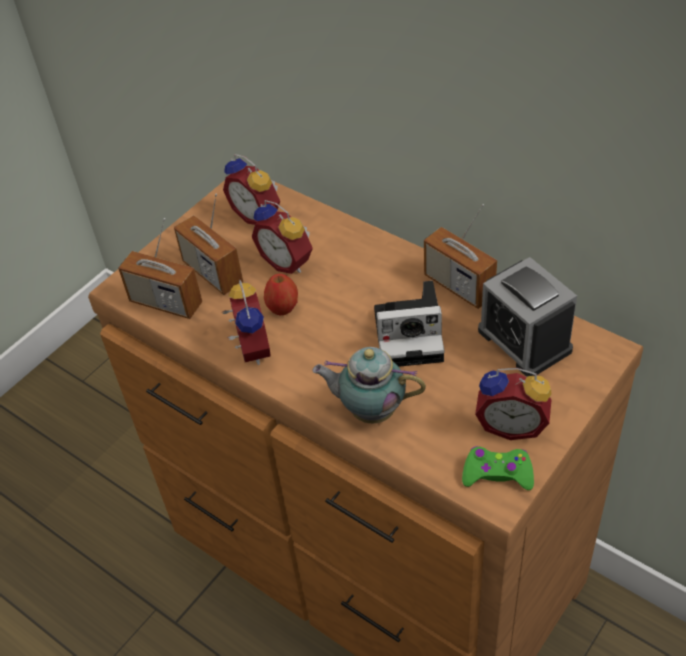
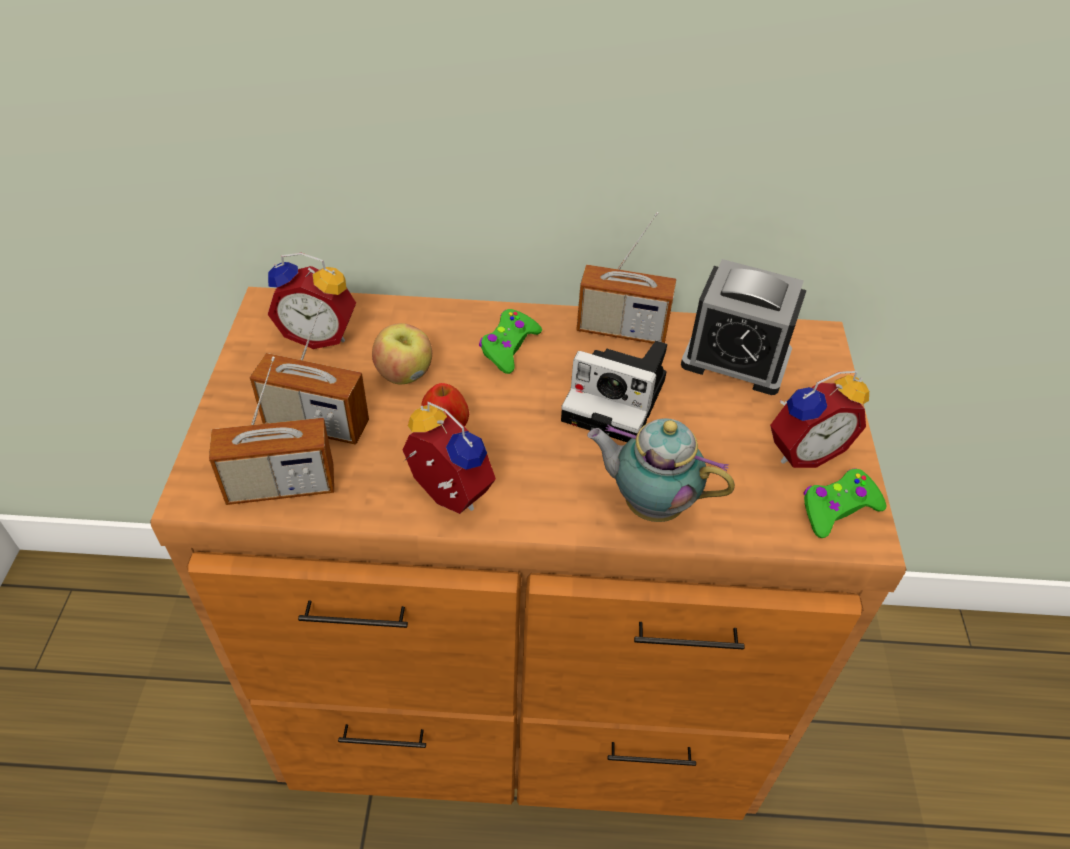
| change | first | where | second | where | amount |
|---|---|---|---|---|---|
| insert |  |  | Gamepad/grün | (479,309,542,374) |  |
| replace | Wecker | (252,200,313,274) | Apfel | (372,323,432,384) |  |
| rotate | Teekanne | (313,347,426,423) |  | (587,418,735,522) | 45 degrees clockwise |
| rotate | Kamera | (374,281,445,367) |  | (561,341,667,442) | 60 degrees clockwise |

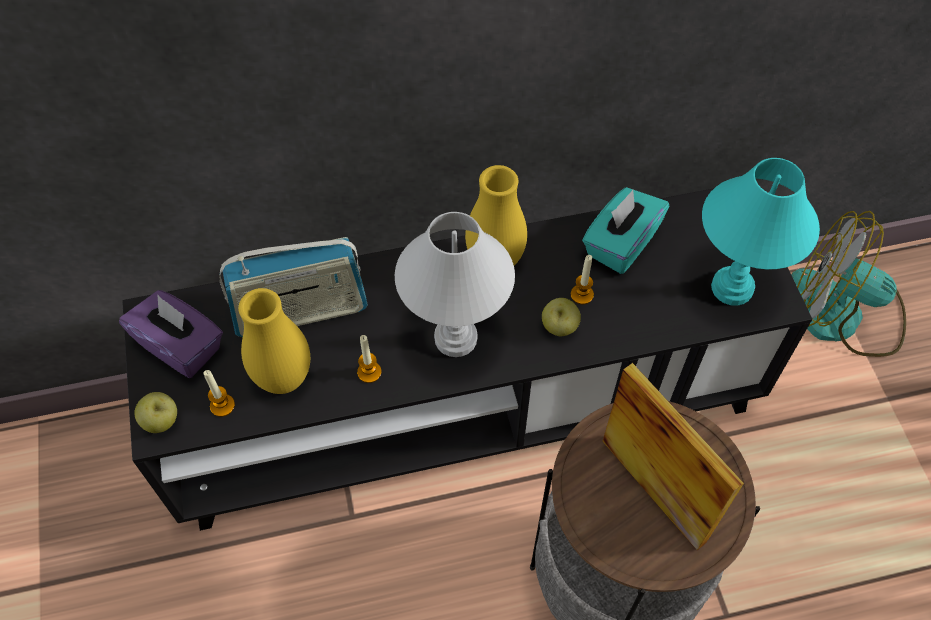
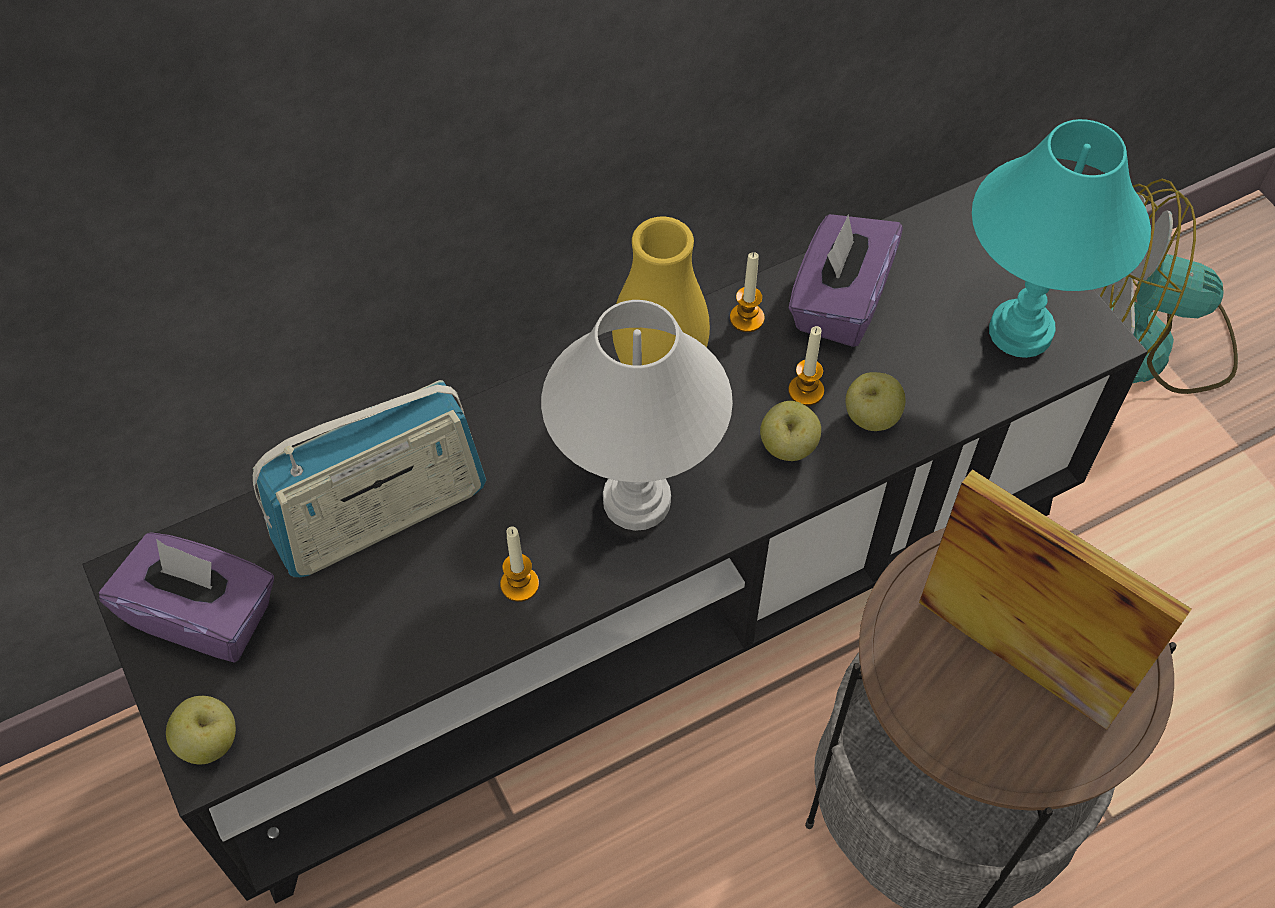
| change | first | where | second | where | amount |
|---|---|---|---|---|---|
| delete | Vase/gelb | (238,288,310,394) |  |  |  |
| insert |  |  | Apfel | (845,372,905,431) |  |
| move | Kerze | (203,370,235,417) |  | (730,252,765,332) |  |
| recolor | Taschentuchbox/türkis | (582,187,669,274) | Taschentuchbox/lila | (789,214,903,347) |  |

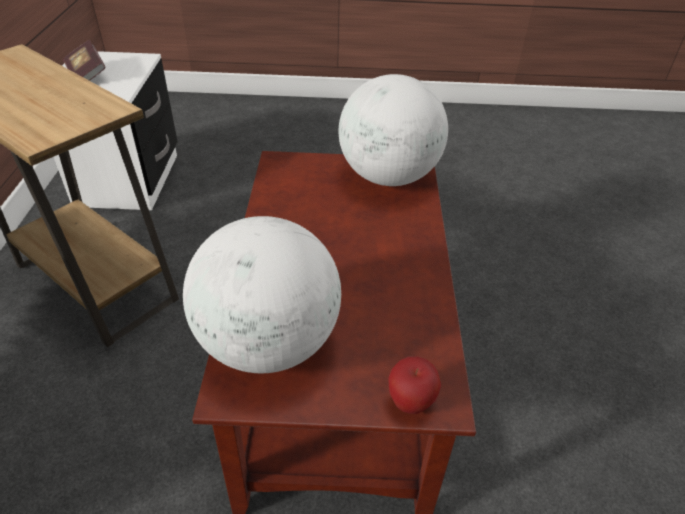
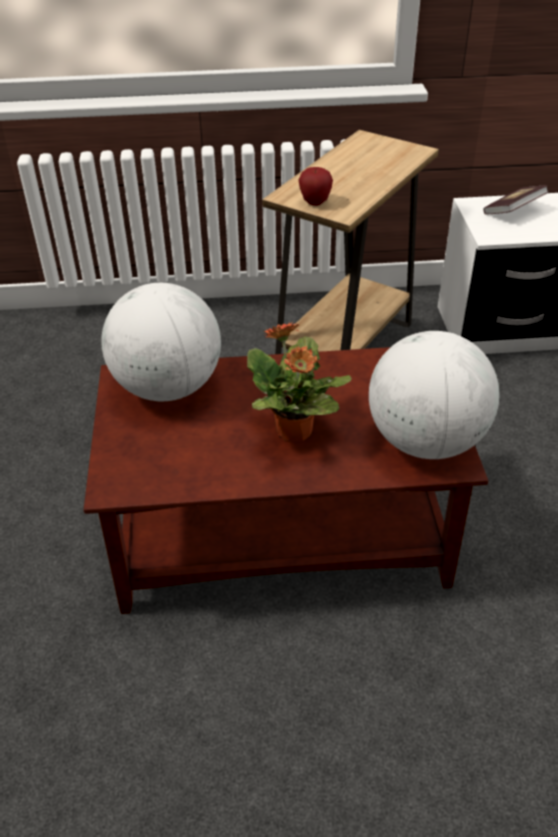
| change | first | where | second | where | amount |
|---|---|---|---|---|---|
| insert |  |  | Topfpflanze | (247,323,352,442) |  |
| move | Apfel | (389,356,441,414) |  | (298,167,333,206) |  |

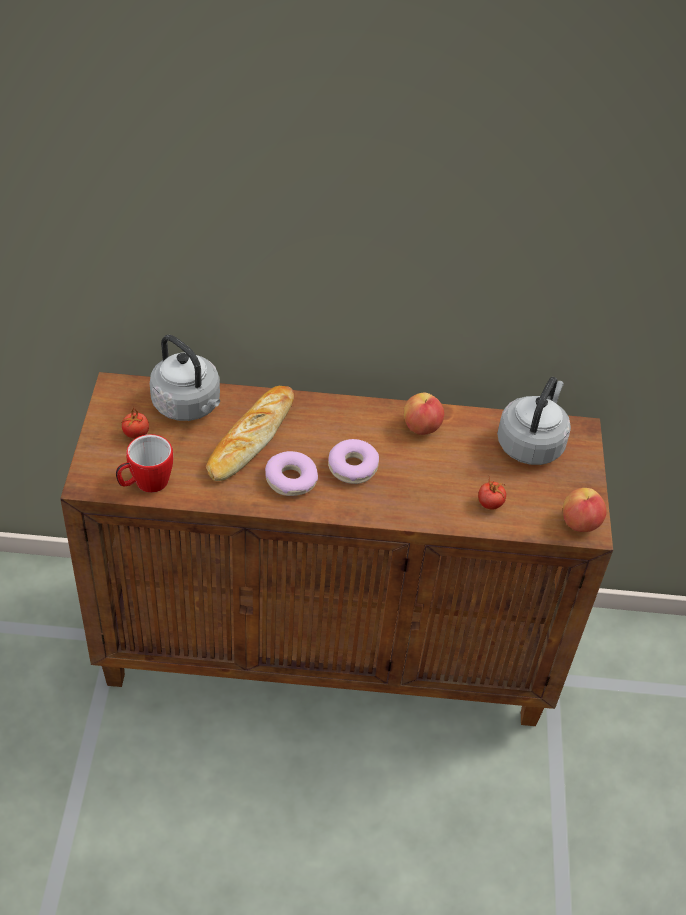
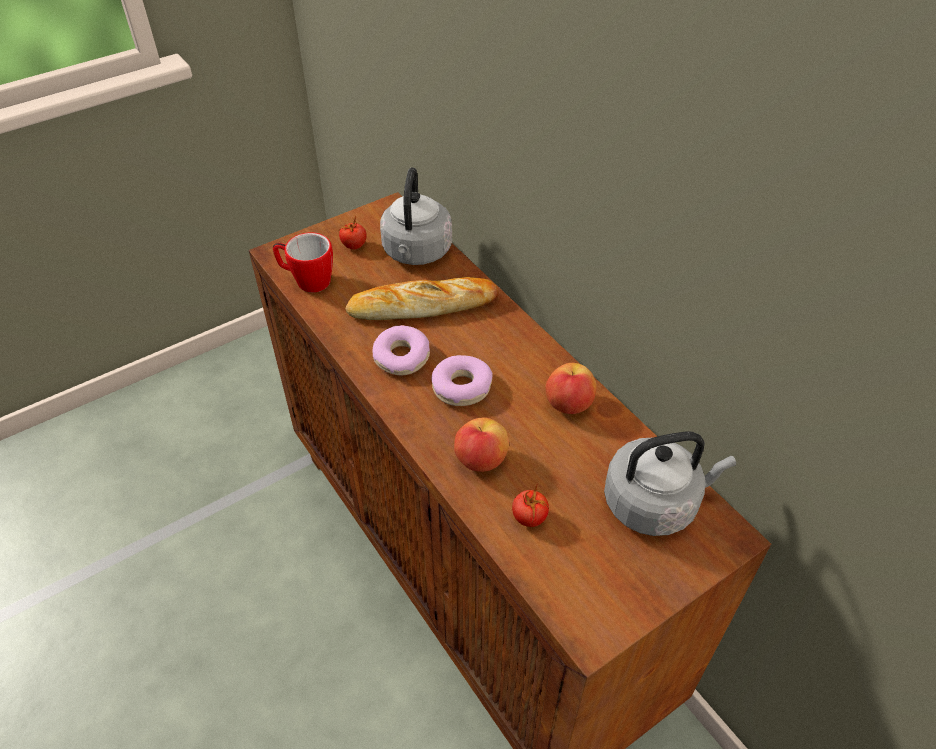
| change | first | where | second | where | amount |
|---|---|---|---|---|---|
| move | Apfel | (563,488,607,532) |  | (454,417,509,472) |  |

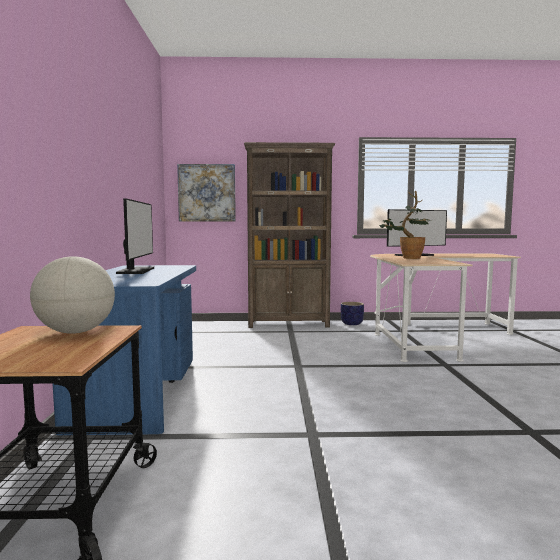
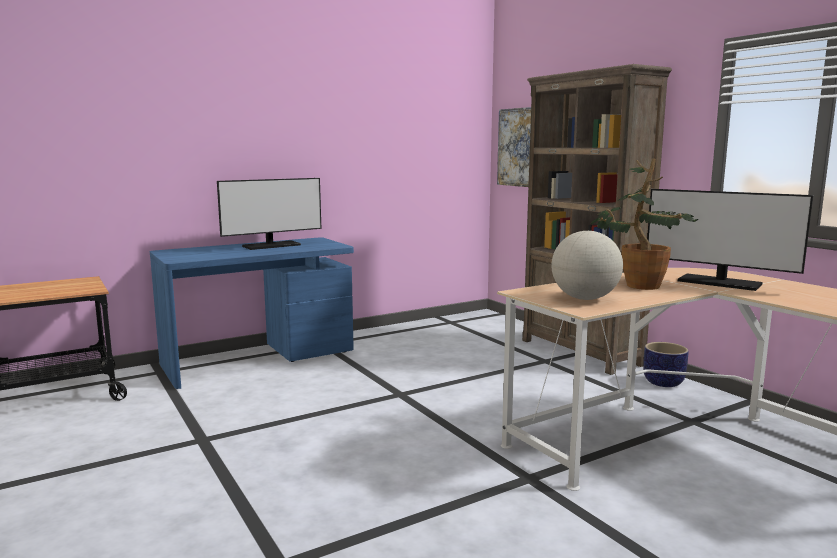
| change | first | where | second | where | amount |
|---|---|---|---|---|---|
| move | Globus | (30,256,115,334) |  | (551,231,623,300) |  |

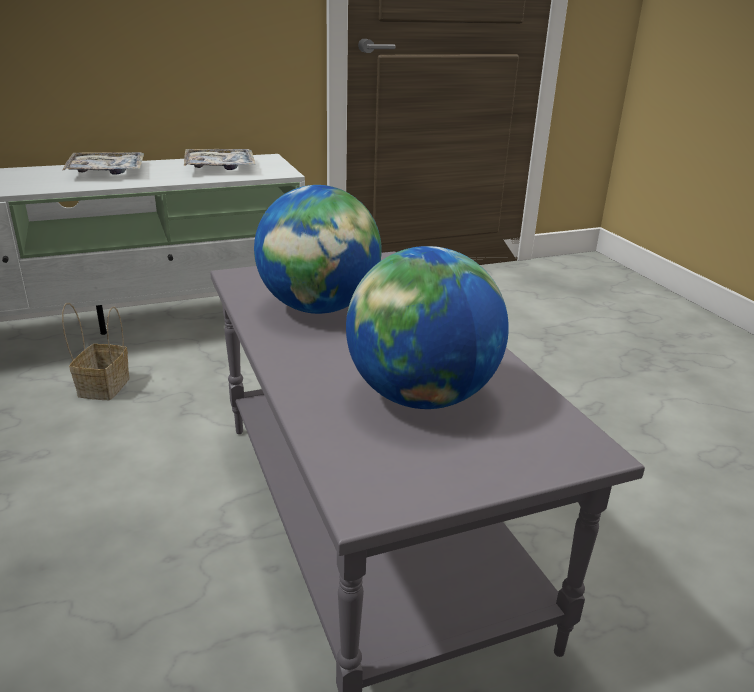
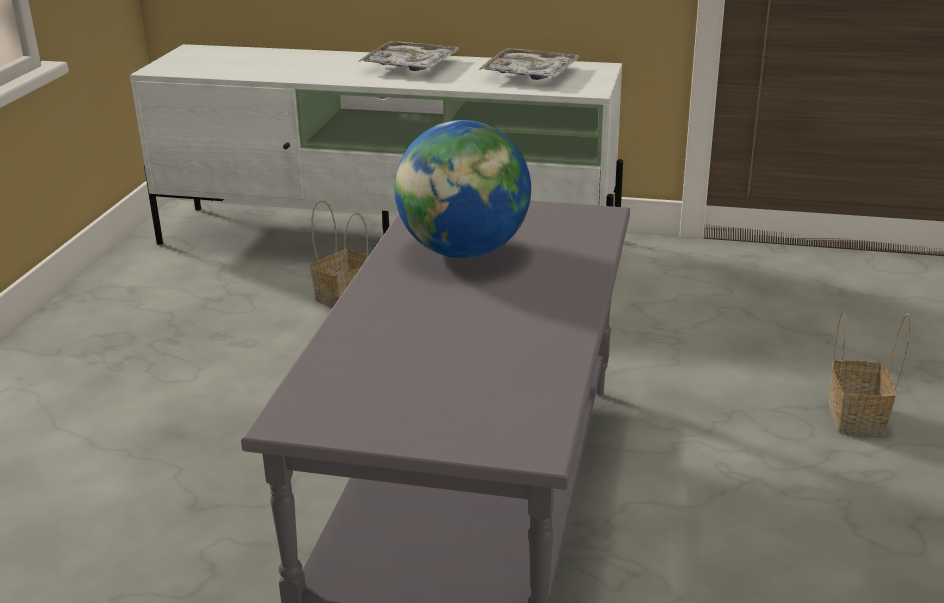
| change | first | where | second | where | amount |
|---|---|---|---|---|---|
| delete | Globus | (346,246,509,409) |  |  |  |
| insert |  |  | Korb | (828,311,911,435) |  |

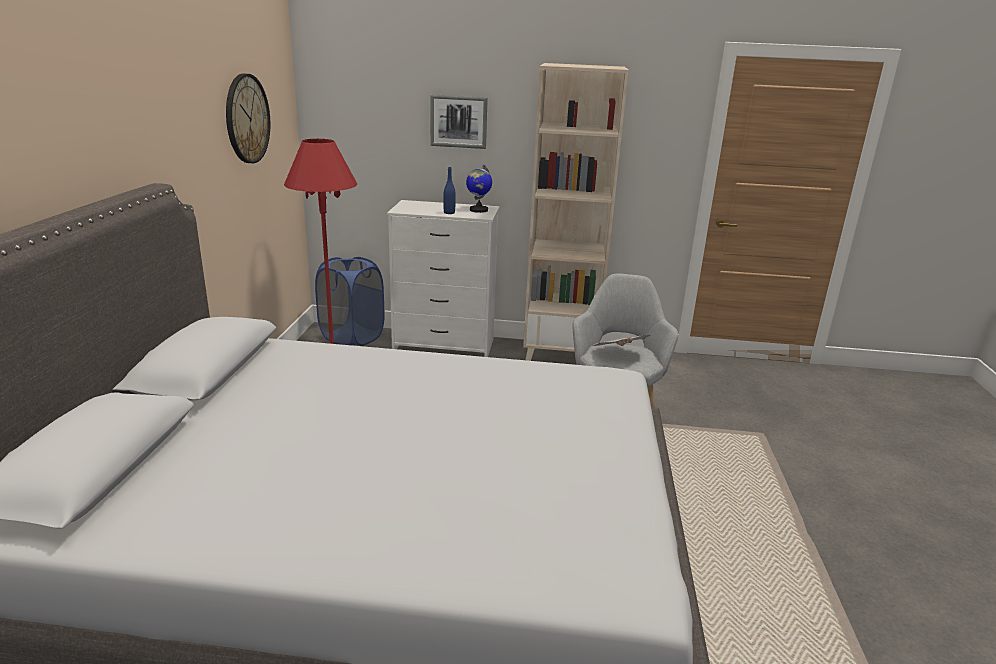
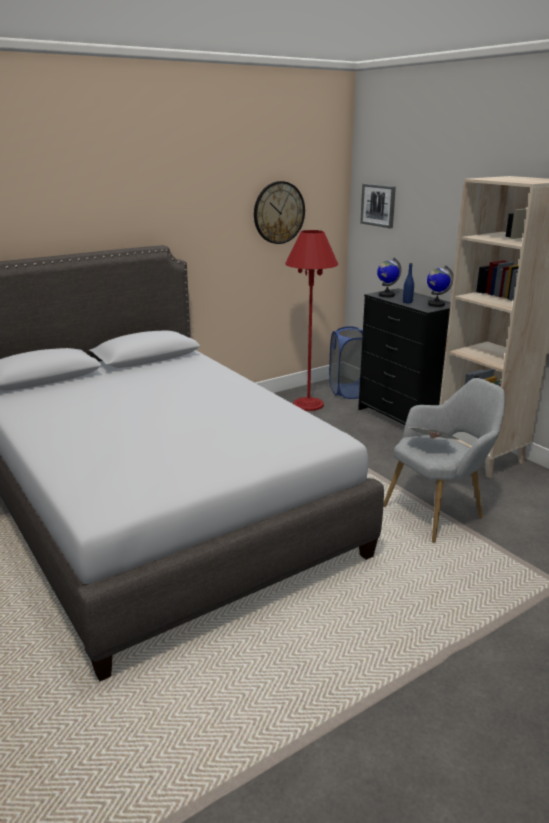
| change | first | where | second | where | amount |
|---|---|---|---|---|---|
| insert |  |  | Globus | (377,258,401,297) |  |
| move | Bild | (430,95,488,149) |  | (360,184,396,228) |  |
| recolor | Kommode/weiß | (387,200,500,357) | Kommode/schwarz | (358,288,451,425) |  |

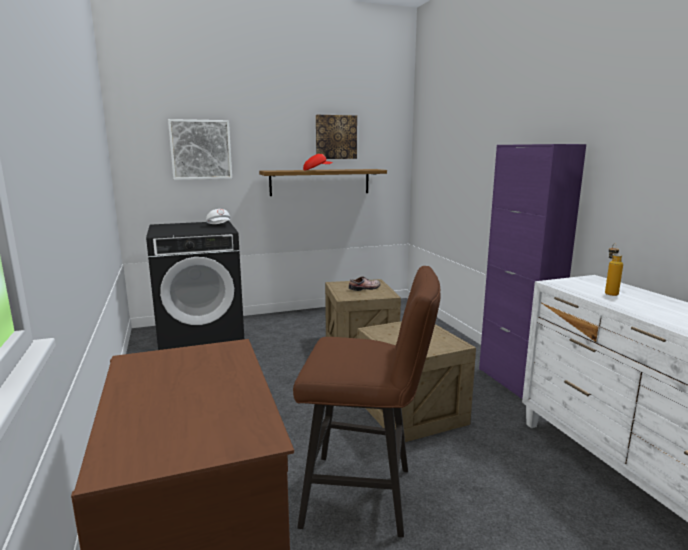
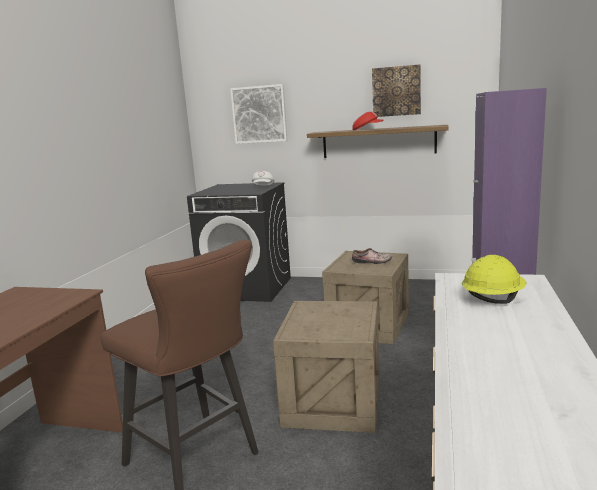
| change | first | where | second | where | amount |
|---|---|---|---|---|---|
| replace | Flasche | (605,243,623,296) | Schutzhelm/gelb | (462,255,527,304) |  |

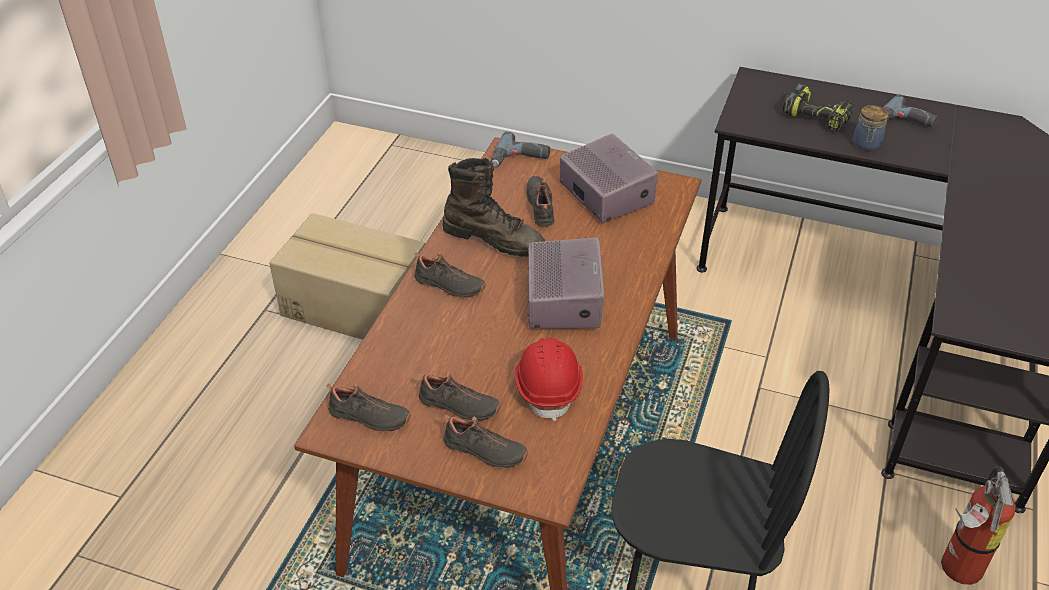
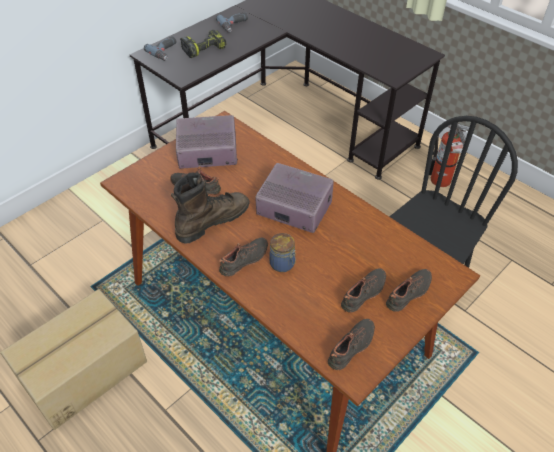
| change | first | where | second | where | amount |
|---|---|---|---|---|---|
| delete | Schutzhelm/rot | (515,338,583,421) |  |  |  |
| move | Bohrmaschine | (491,132,550,166) |  | (144,36,176,61) |  |
| move | Vorratsglas | (853,105,889,151) |  | (269,233,296,272) |  |

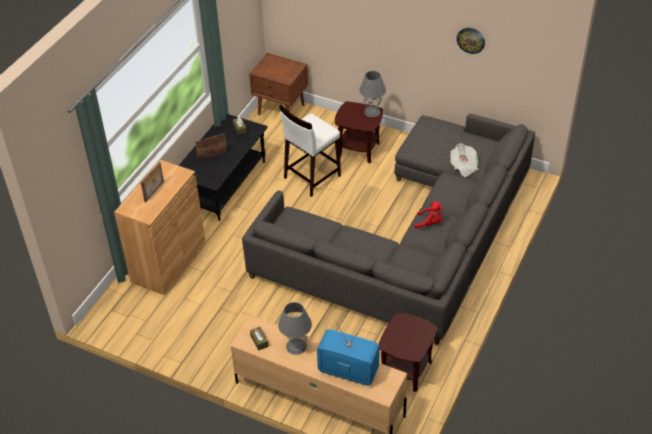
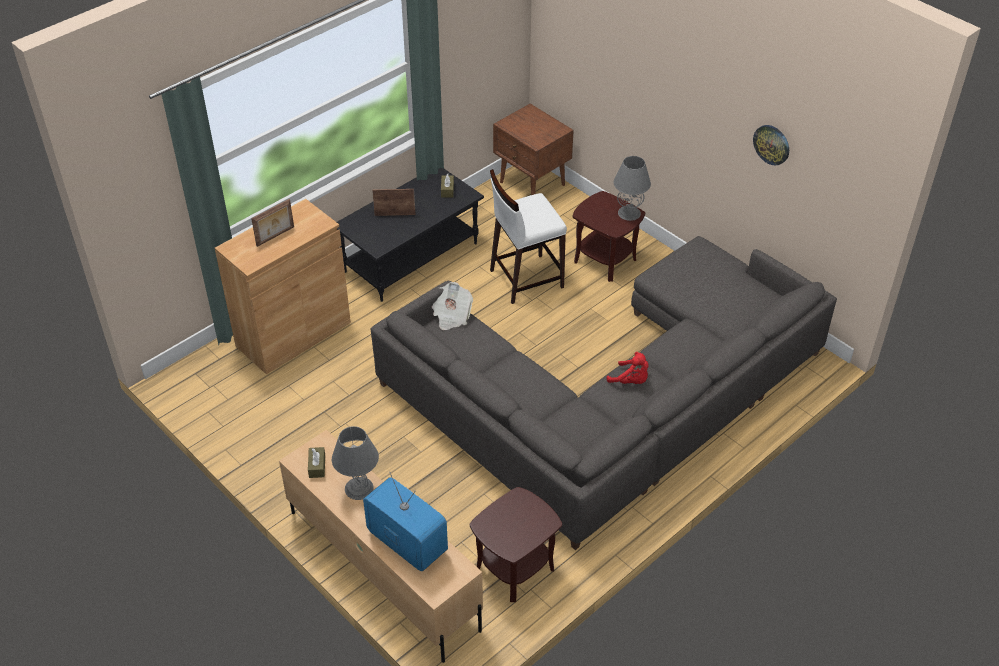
| change | first | where | second | where | amount |
|---|---|---|---|---|---|
| move | Zeitung | (450,143,478,177) |  | (432,282,473,330) |  |

